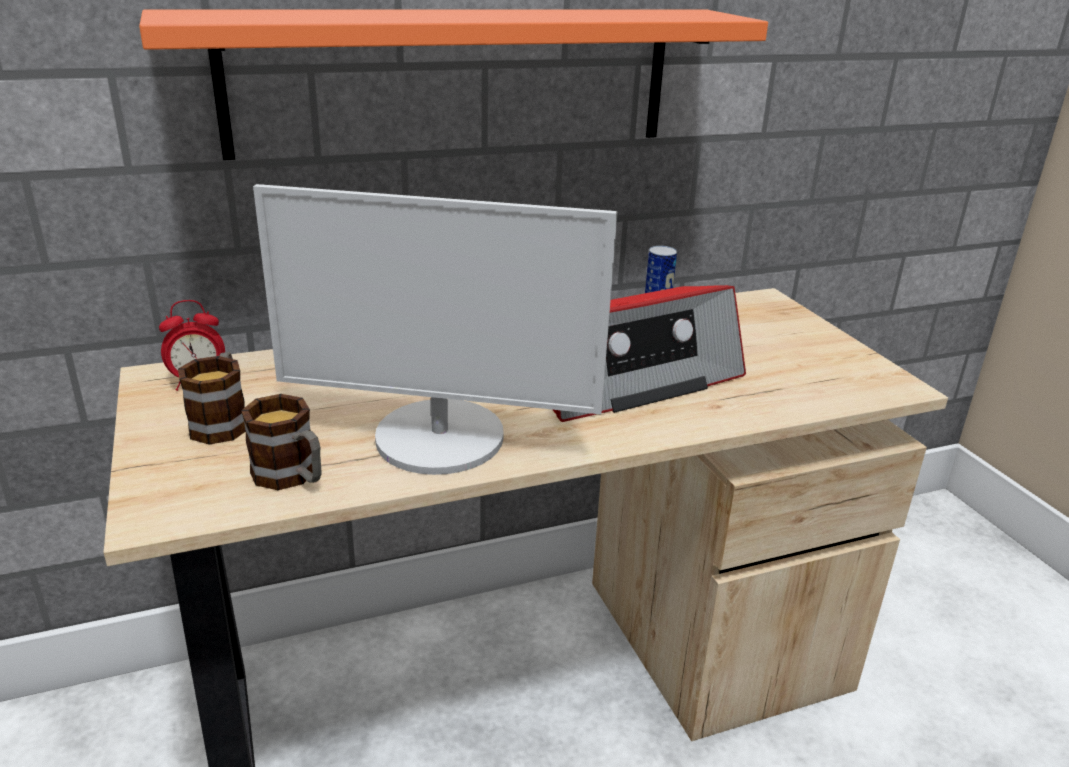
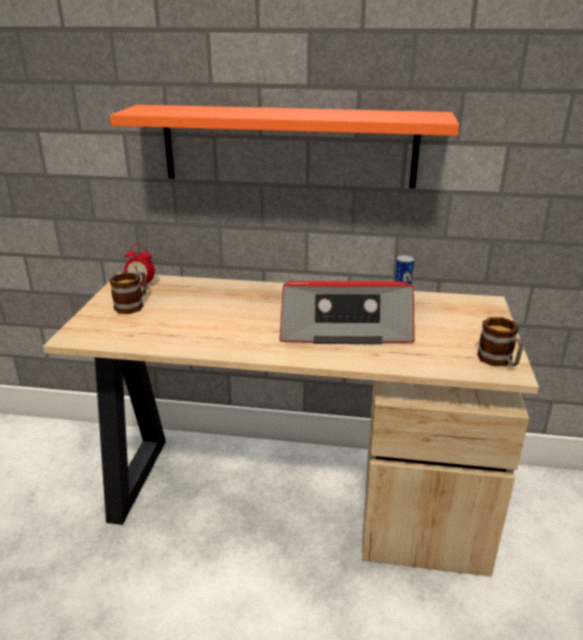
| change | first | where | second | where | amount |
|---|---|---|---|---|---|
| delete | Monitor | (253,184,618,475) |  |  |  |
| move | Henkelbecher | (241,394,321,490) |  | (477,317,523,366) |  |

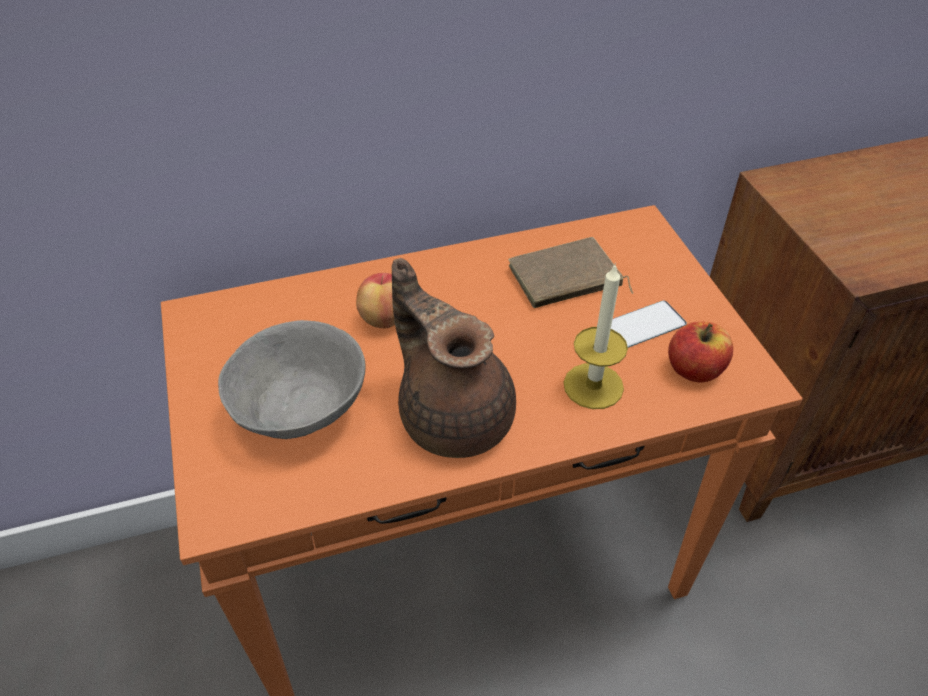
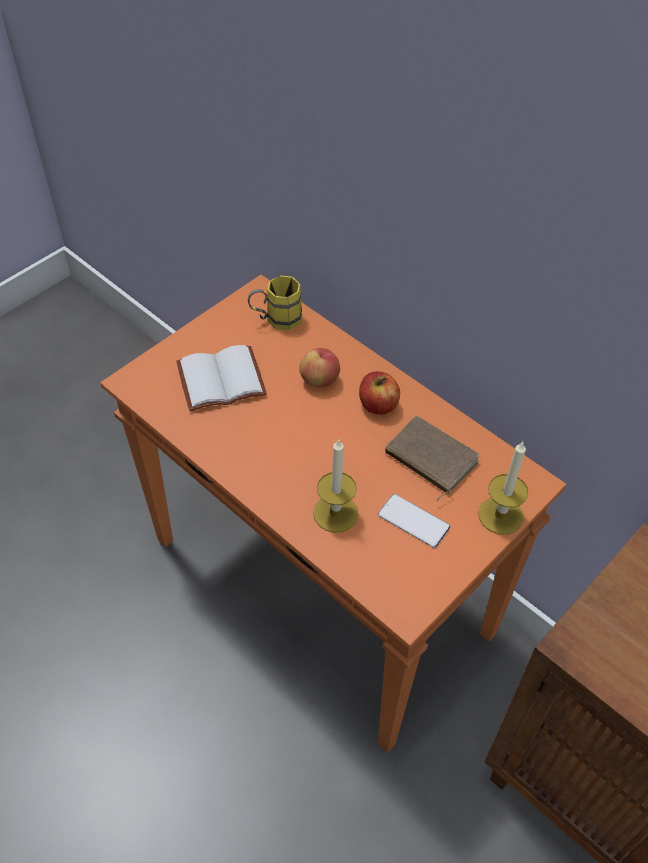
| change | first | where | second | where | amount |
|---|---|---|---|---|---|
| delete | Teekanne/braun | (392,258,516,458) |  |  |  |
| insert |  |  | Henkelbecher/gelb | (248,276,302,331) |  |
| insert |  |  | Kerze | (478,441,528,535) |  |
| move | Apfel | (668,322,733,383) |  | (359,371,400,415) |  |
| replace | Schüssel/grau | (218,320,366,439) | Buch/weiß | (176,345,267,411) |  |

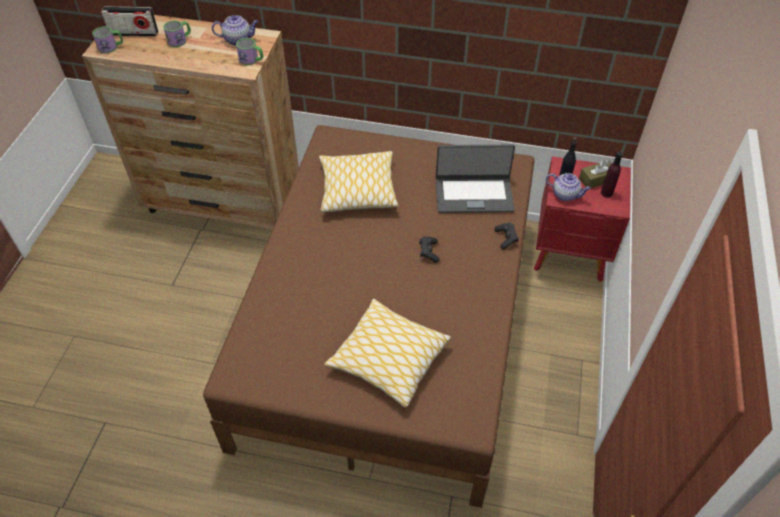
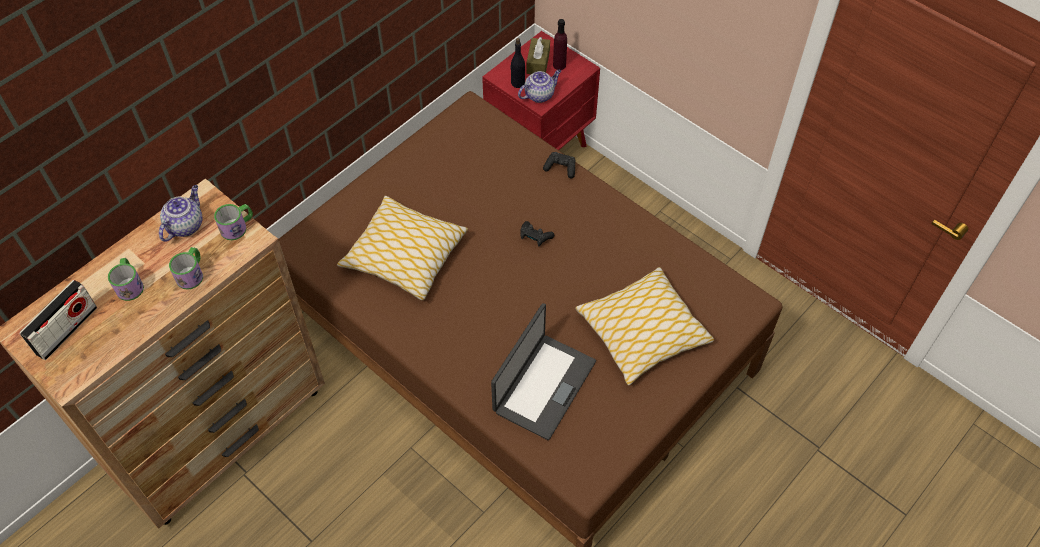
| change | first | where | second | where | amount |
|---|---|---|---|---|---|
| move | Henkelbecher | (92,27,123,53) |  | (169,247,203,290) |  |
| move | Laptop | (436,145,515,213) |  | (491,303,596,440) |  |

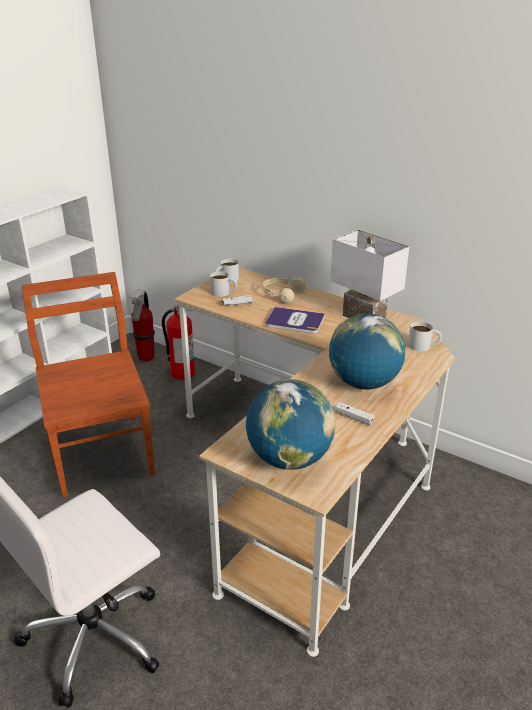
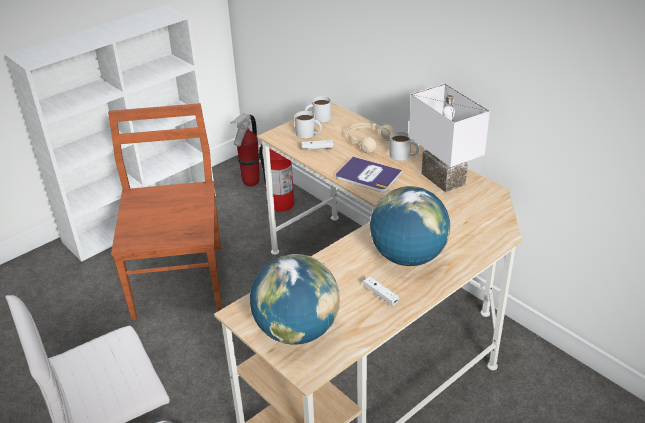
| change | first | where | second | where | amount |
|---|---|---|---|---|---|
| move | Henkelbecher/weiß | (408,321,442,352) |  | (389,131,419,160) |  |

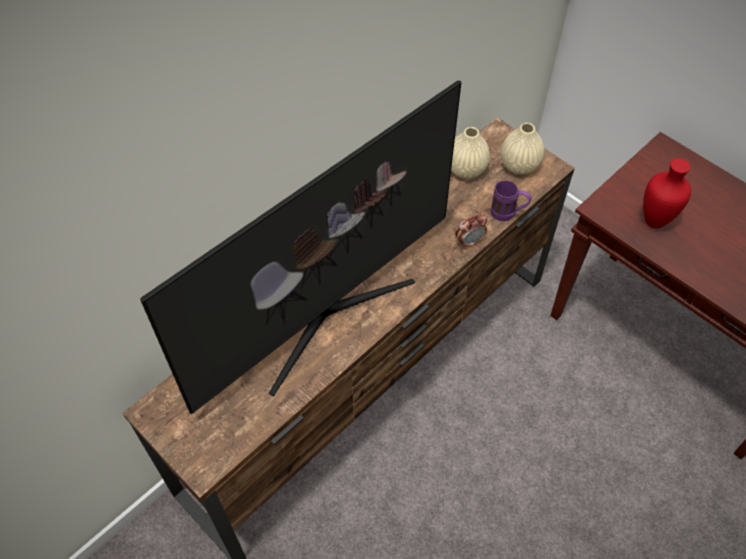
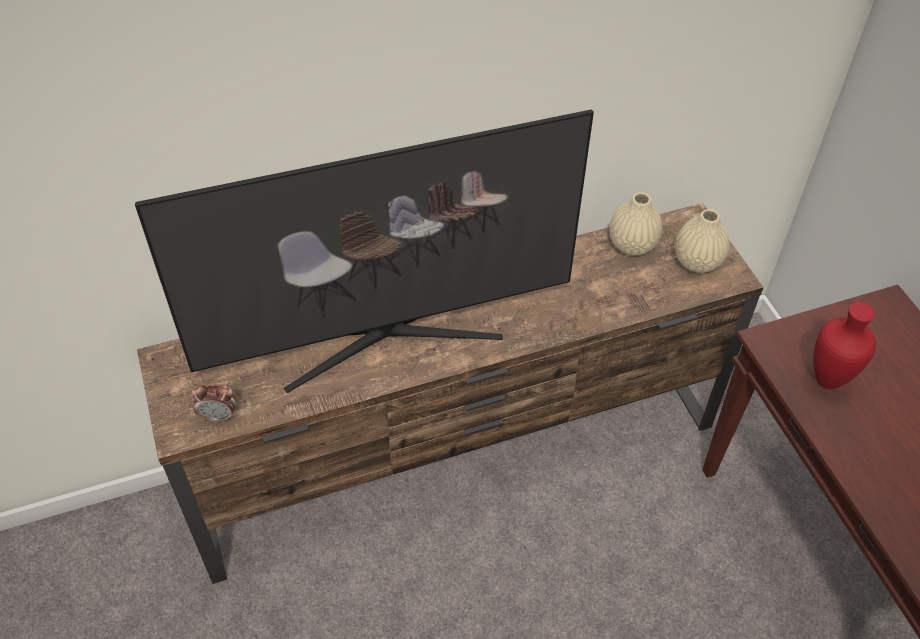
| change | first | where | second | where | amount |
|---|---|---|---|---|---|
| delete | Henkelbecher/lila | (491,180,532,221) |  |  |  |
| move | Wecker | (455,214,487,249) |  | (192,384,236,421) |  |

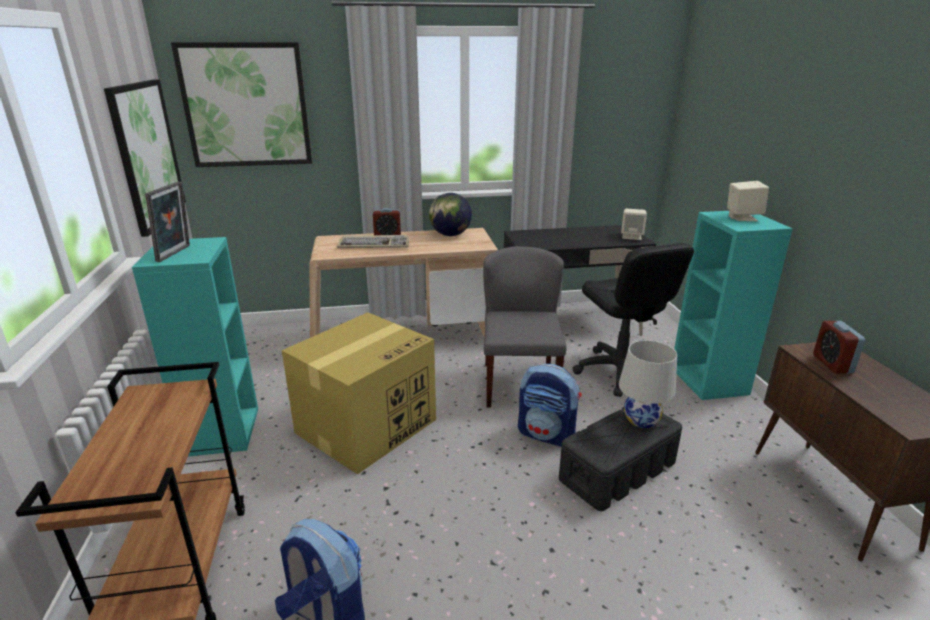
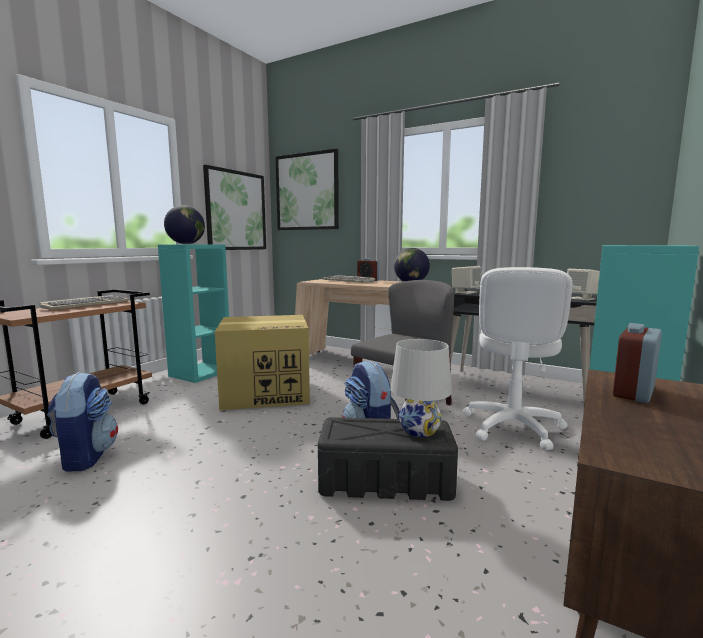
| change | first | where | second | where | amount |
|---|---|---|---|---|---|
| insert |  |  | Tastatur | (39,295,129,309) |  |
| move | Lautsprecher/beige | (727,181,769,221) |  | (452,266,481,294) |  |
| replace | Bilderrahmen | (145,182,190,262) | Globus | (164,205,205,244) |  |
| recolor | Bürostuhl/schwarz | (572,243,694,397) | Bürostuhl/weiß | (463,267,573,450) |  |

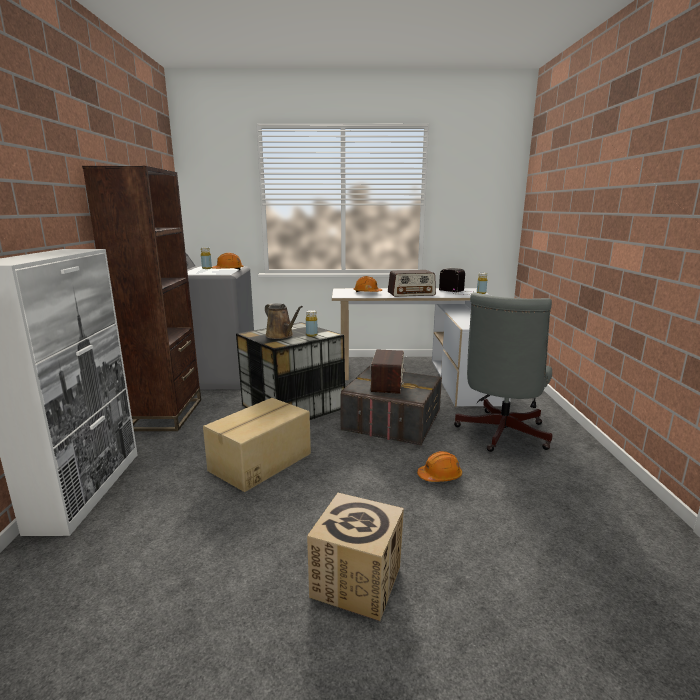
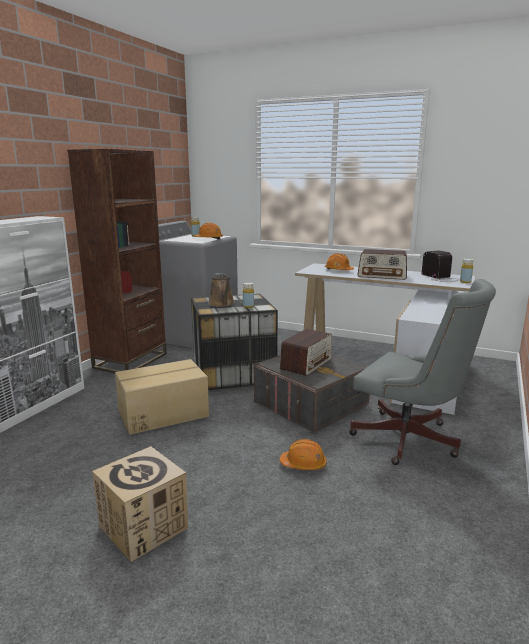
| change | first | where | second | where | amount |
|---|---|---|---|---|---|
| rotate | Bürostuhl/grau | (454,293,552,452) |  | (349,279,496,465) | 105 degrees counterclockwise |

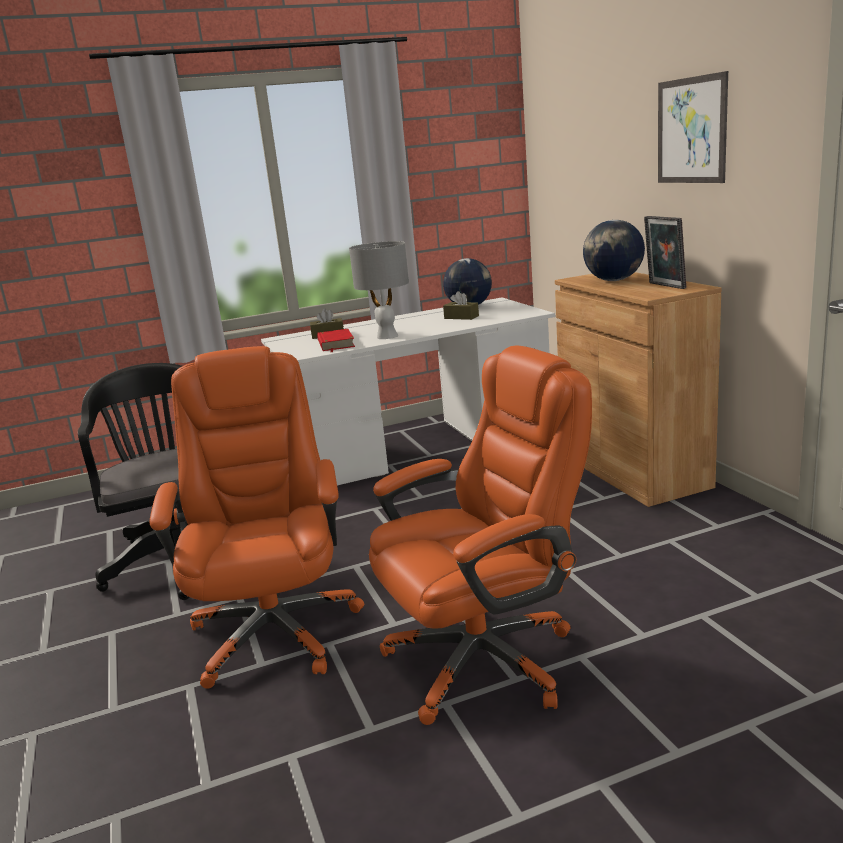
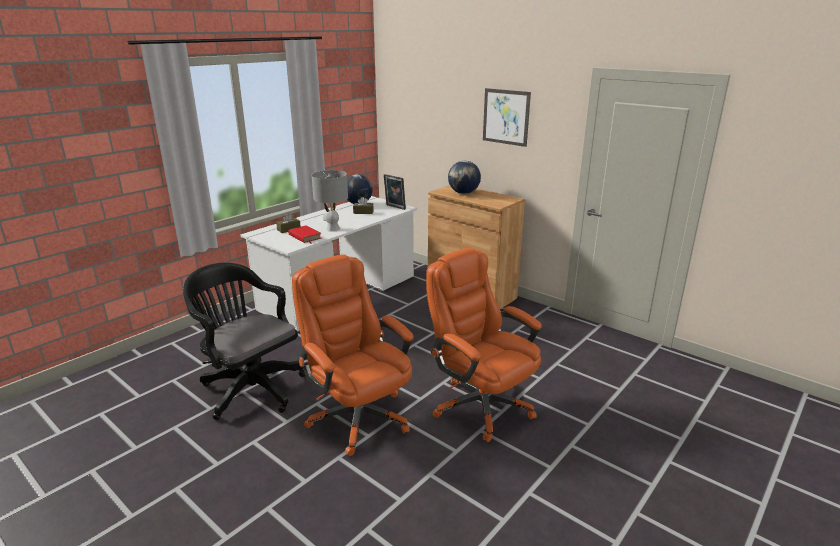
| change | first | where | second | where | amount |
|---|---|---|---|---|---|
| move | Bilderrahmen | (644,216,686,289) |  | (384,174,406,210) |  |
| rotate | Bürostuhl/orange | (369,346,592,725) |  | (426,248,542,442) | 75 degrees counterclockwise |

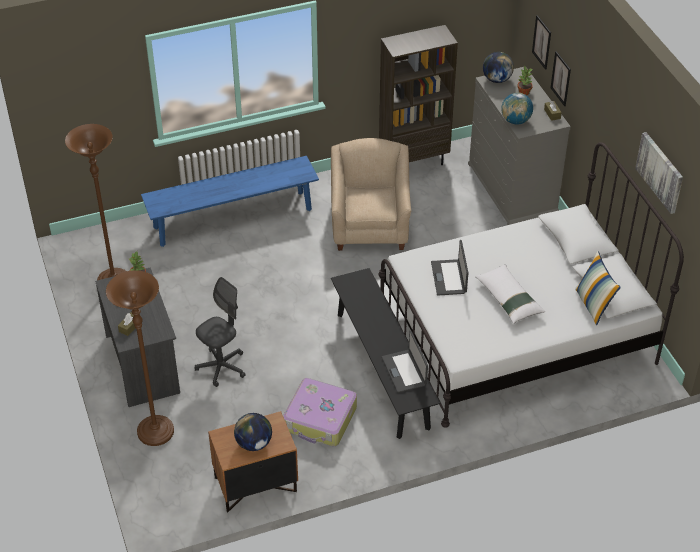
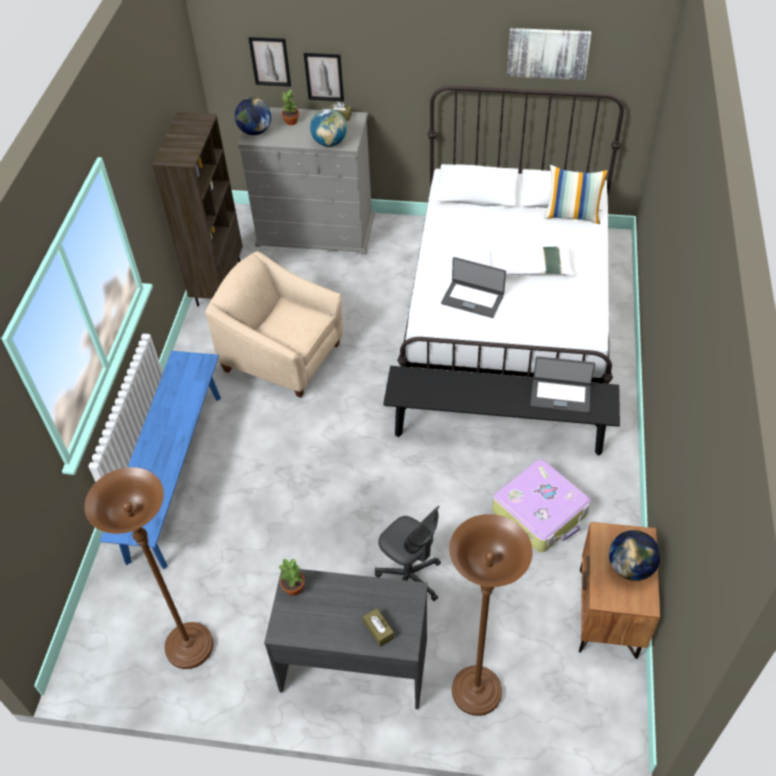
| change | first | where | second | where | amount |
|---|---|---|---|---|---|
| rotate | Bürostuhl/grau | (195,277,246,387) |  | (375,506,441,601) | 150 degrees clockwise |

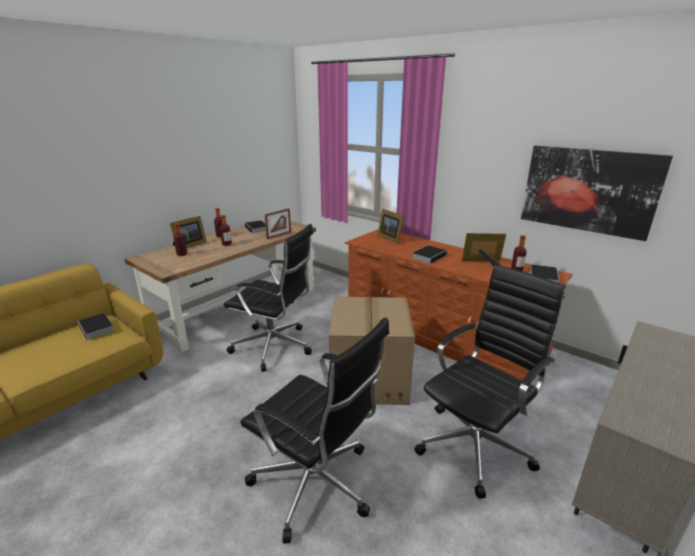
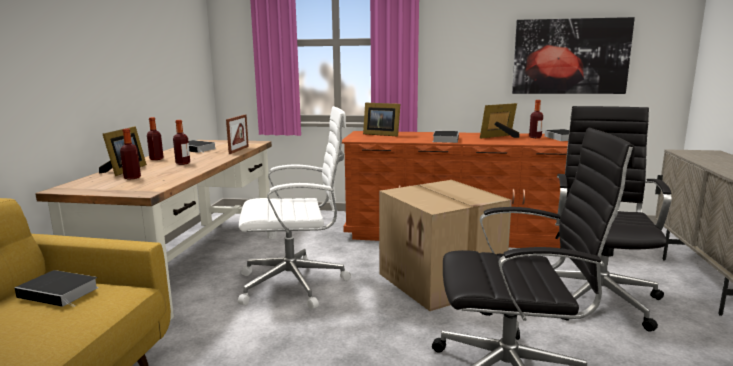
| change | first | where | second | where | amount |
|---|---|---|---|---|---|
| recolor | Bürostuhl/schwarz | (224,224,313,372) | Bürostuhl/weiß | (238,106,351,309) |  |

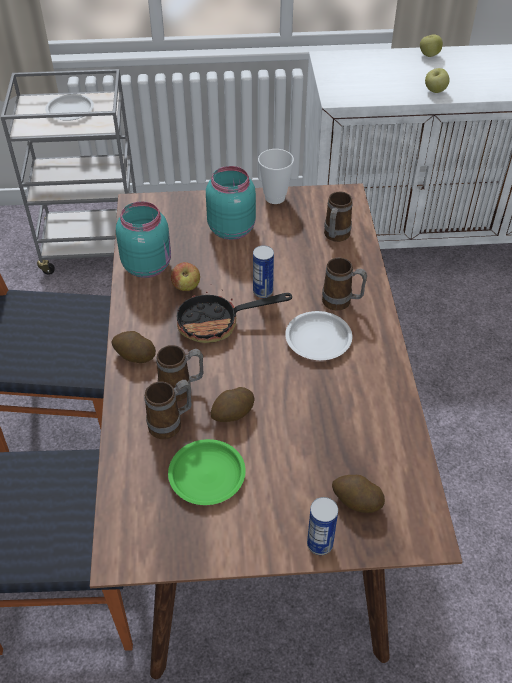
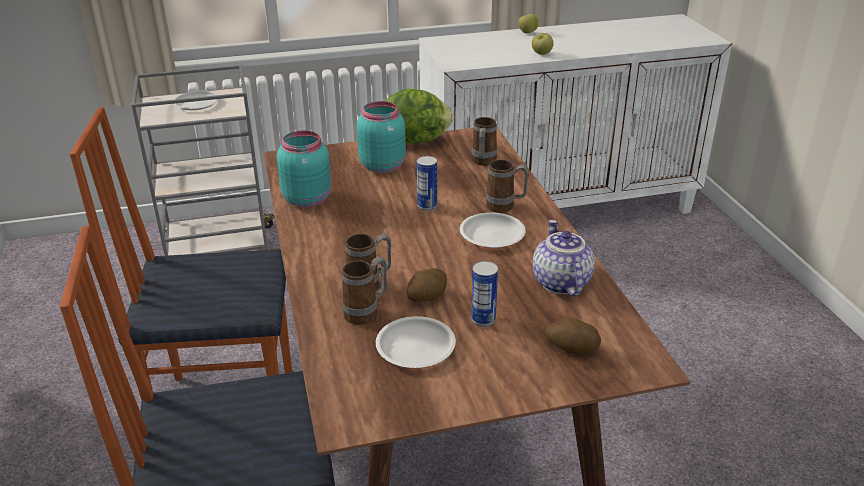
| change | first | where | second | where | amount |
|---|---|---|---|---|---|
| delete | Kartoffel | (111,331,156,363) |  |  |  |
| delete | Apfel | (171,262,200,291) |  |  |  |
| delete | Pfanne | (177,289,292,343) |  |  |  |
| insert |  |  | Teekanne | (533,220,595,296) |  |
| move | Dose | (307,497,338,555) |  | (471,261,498,327) |  |
| replace | Tasse | (258,149,294,204) | Salatkopf | (386,88,453,144) |  |
| recolor | Teller/grün | (168,439,246,505) | Teller/weiß | (376,316,456,368) |  |

